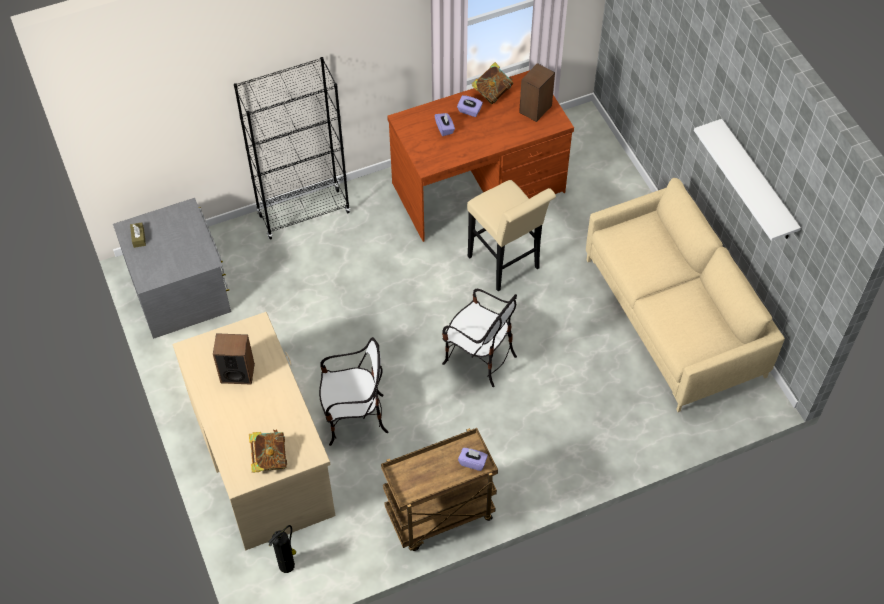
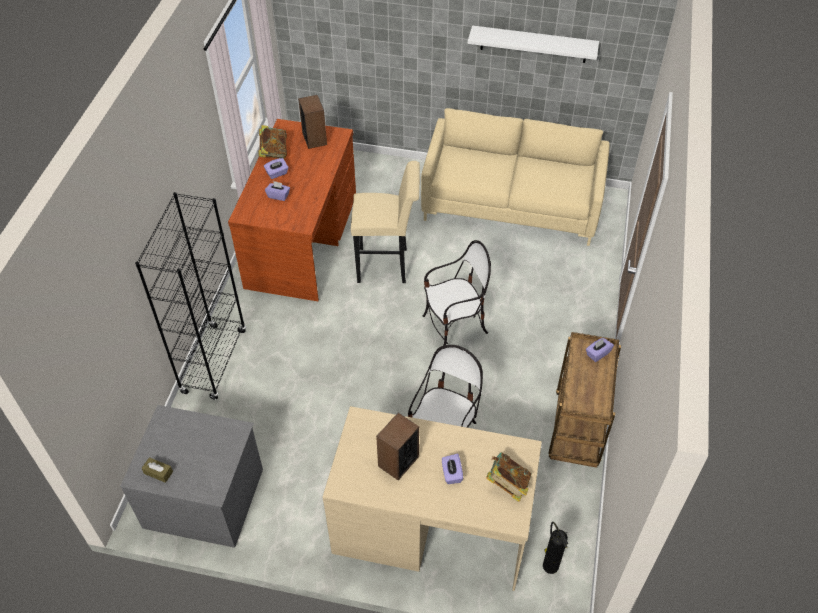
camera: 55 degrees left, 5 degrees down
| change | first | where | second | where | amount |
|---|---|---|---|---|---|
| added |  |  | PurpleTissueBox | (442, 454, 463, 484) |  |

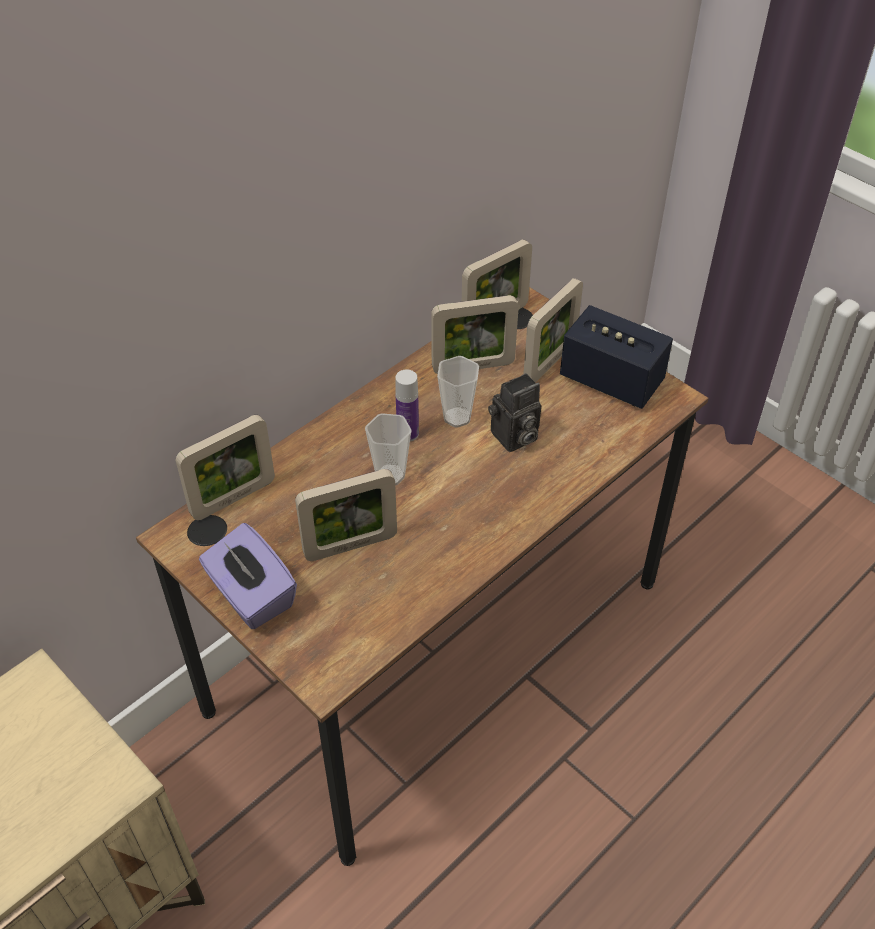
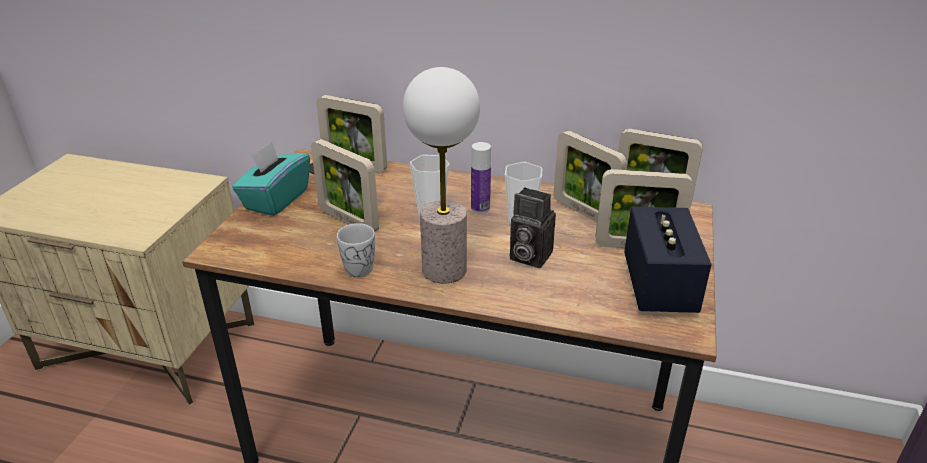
camera: 60 degrees right, 15 degrees down
| change | first | where | second | where | amount |
|---|---|---|---|---|---|
| recoloured | PurpleTissueBox | (199, 523, 297, 629) | TurquoiseTissueBox | (232, 141, 310, 216) |  |
| added |  |  | TableLamp | (403, 67, 480, 283) |  |
| added |  |  | WhiteMug | (337, 223, 375, 277) |  |

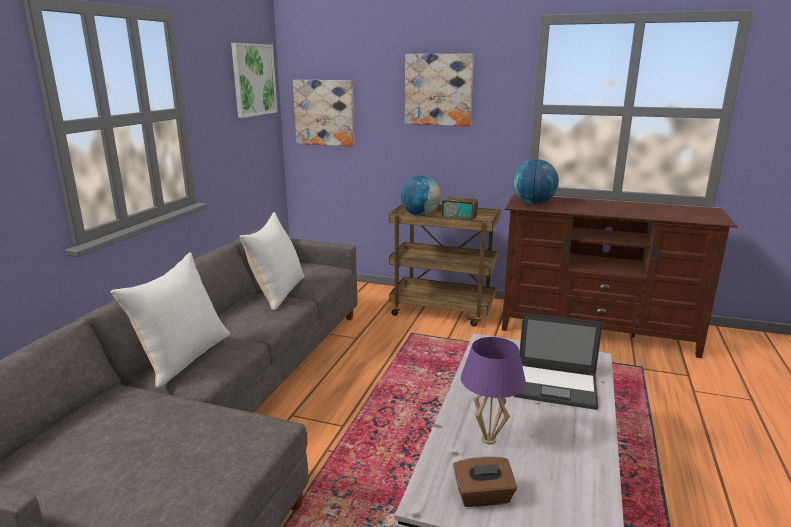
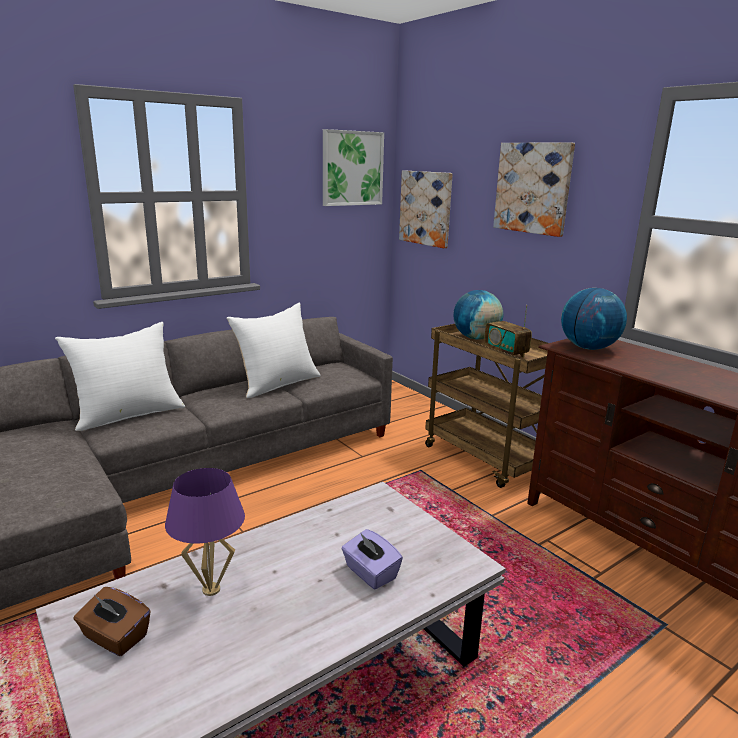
camera: 35 degrees right, 0 degrees up
| change | first | where | second | where | amount |
|---|---|---|---|---|---|
| replaced | Laptop | (514, 313, 603, 410) | PurpleTissueBox | (341, 529, 403, 590) |  |

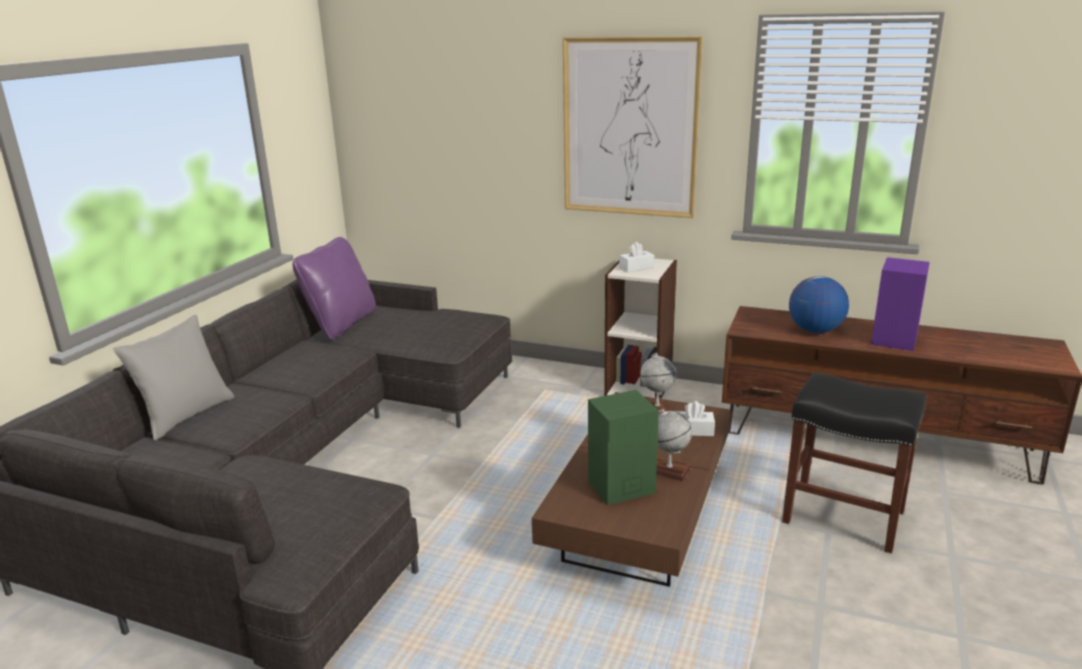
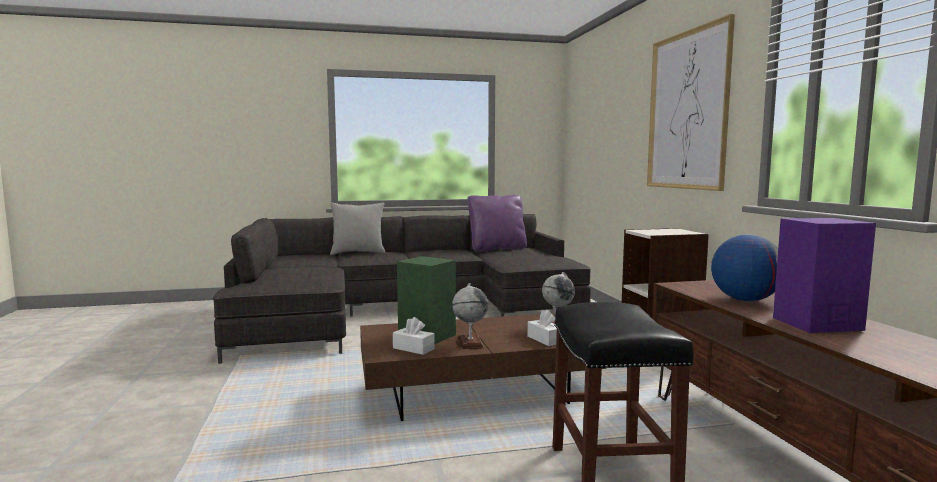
camera: 55 degrees right, 15 degrees down
| change | first | where | second | where | amount |
|---|---|---|---|---|---|
| moved | WhiteTissueBox | (619, 242, 654, 273) |  | (393, 317, 435, 355) |  |

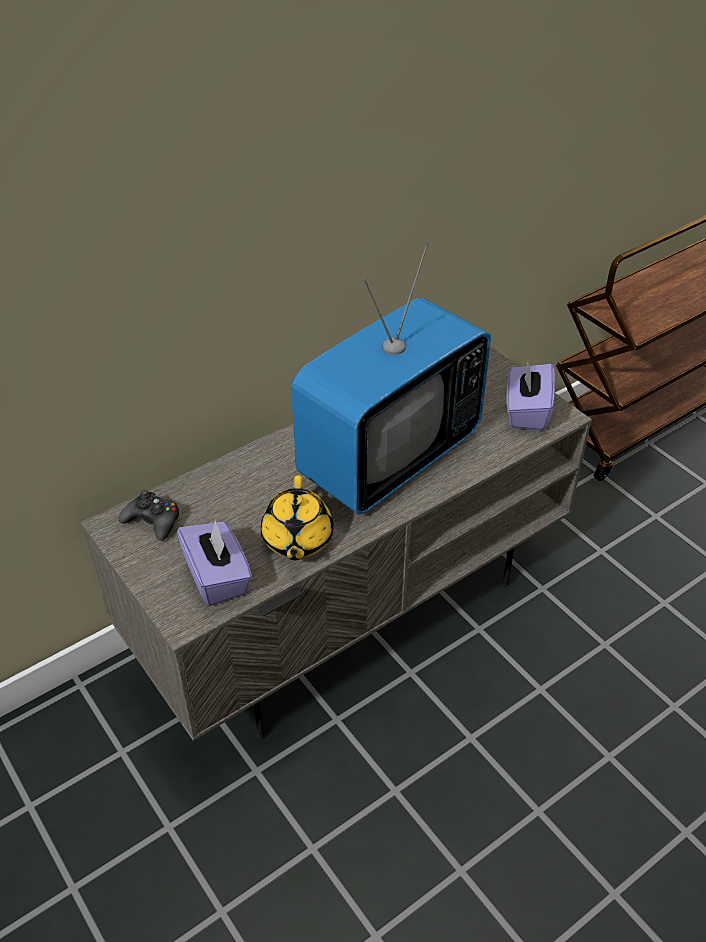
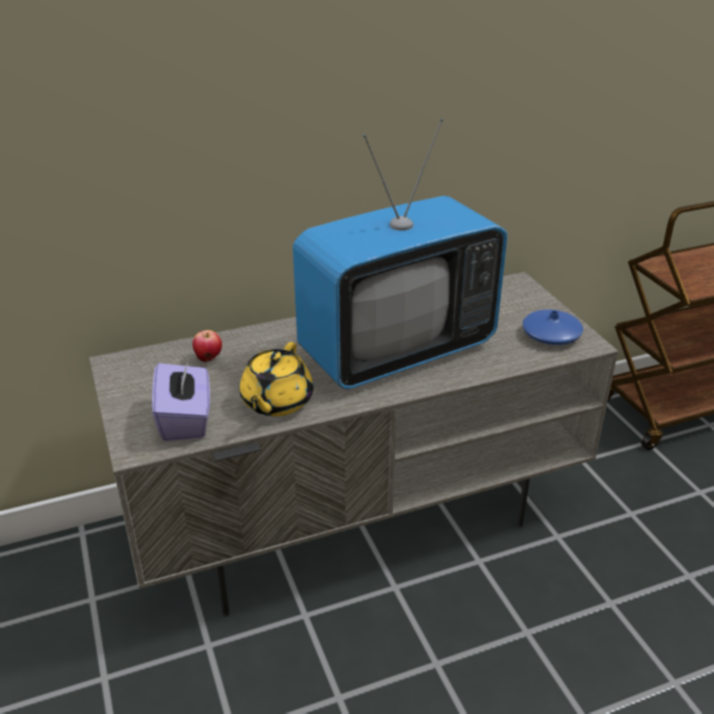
camera: 15 degrees right, 10 degrees down
| change | first | where | second | where | amount |
|---|---|---|---|---|---|
| replaced | PurpleTissueBox | (507, 361, 555, 431) | BlueVase | (522, 309, 583, 345) |  |
| removed | BlackGameController | (119, 490, 179, 541) |  |  |  |
| added |  |  | Apple | (193, 330, 222, 362) |  |

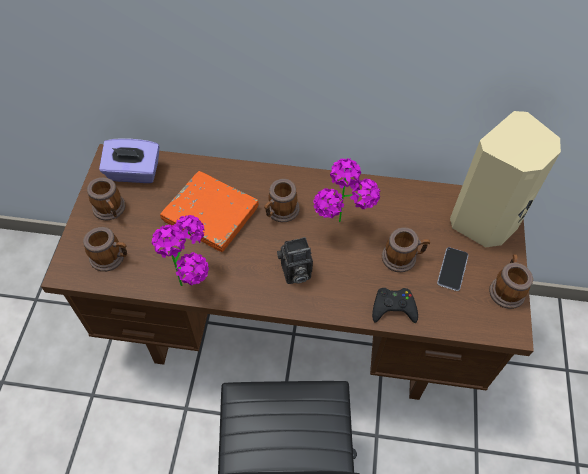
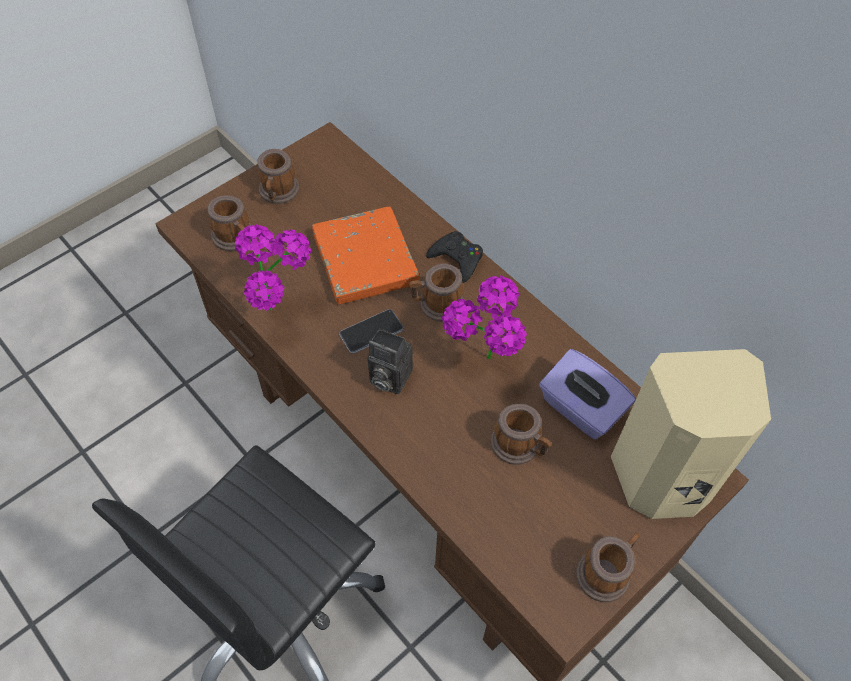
camera: 40 degrees right, 0 degrees up
| change | first | where | second | where | amount |
|---|---|---|---|---|---|
| moved | PurpleTissueBox | (99, 138, 159, 183) |  | (539, 349, 636, 440) |  |
| moved | Phone | (437, 247, 468, 291) |  | (339, 309, 404, 353) |  |
| moved | BlackGameController | (372, 288, 418, 323) |  | (426, 231, 483, 283) |  |

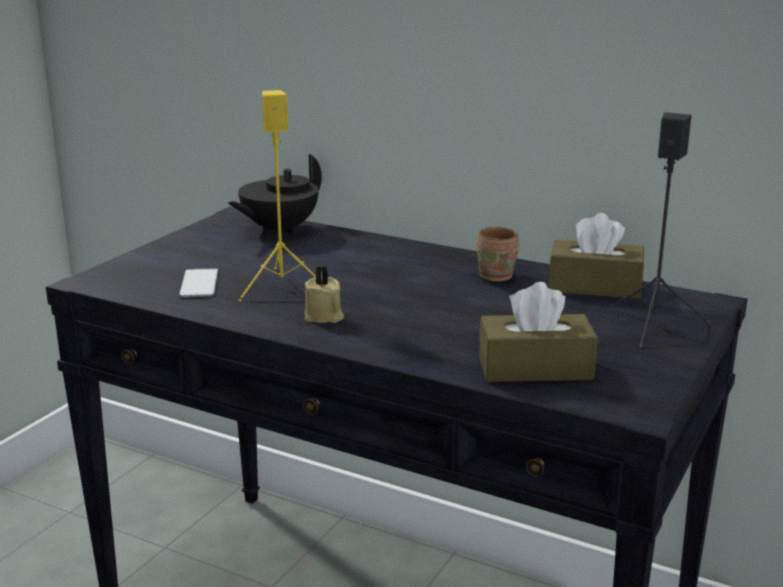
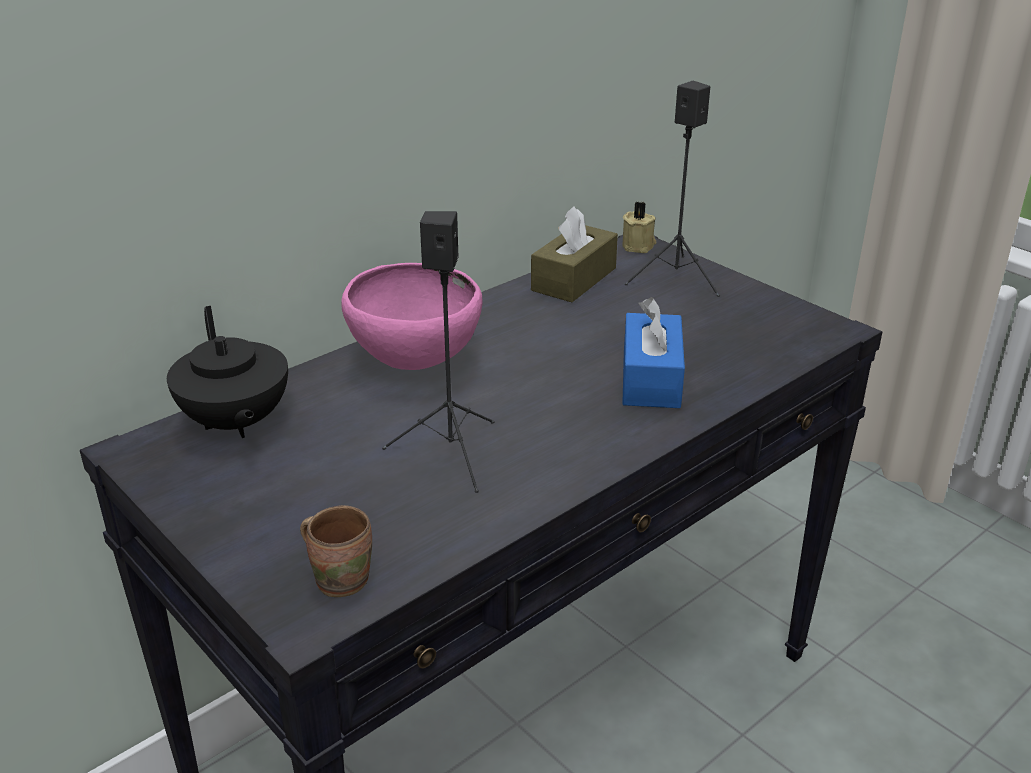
camera: 70 degrees left, 10 degrees up
| change | first | where | second | where | amount |
|---|---|---|---|---|---|
| recoloured | YellowSpeaker | (238, 90, 316, 301) | BlackSpeaker | (382, 211, 494, 493) |  |
| moved | BrownMug | (476, 227, 519, 282) |  | (300, 505, 372, 597) |  |
| moved | BeigeCandle | (304, 266, 344, 323) |  | (622, 202, 656, 253) |  |
| removed | Phone | (179, 268, 218, 297) |  |  |  |
| removed | BrownTissueBox | (479, 282, 598, 382) |  |  |  |
| added |  |  | PinkBowl | (341, 263, 483, 370) |  |
| added |  |  | BlueTissueBox | (622, 297, 685, 408) |  |

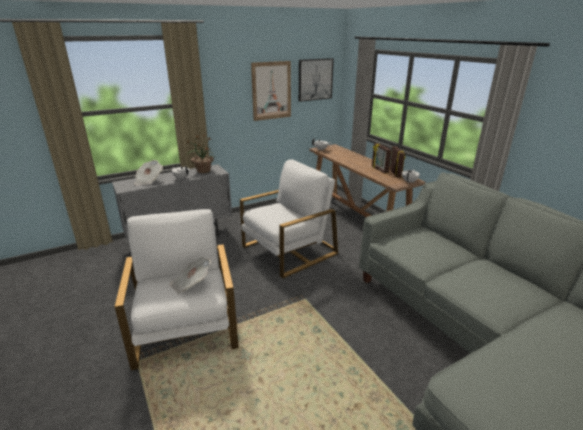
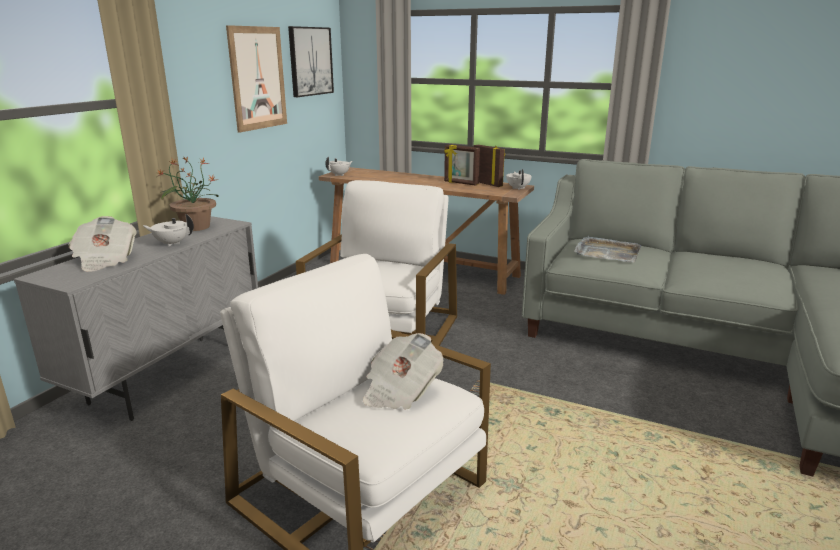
camera: 35 degrees left, 5 degrees down
| change | first | where | second | where | amount |
|---|---|---|---|---|---|
| added |  |  | GreyTray | (574, 236, 641, 263) |  |

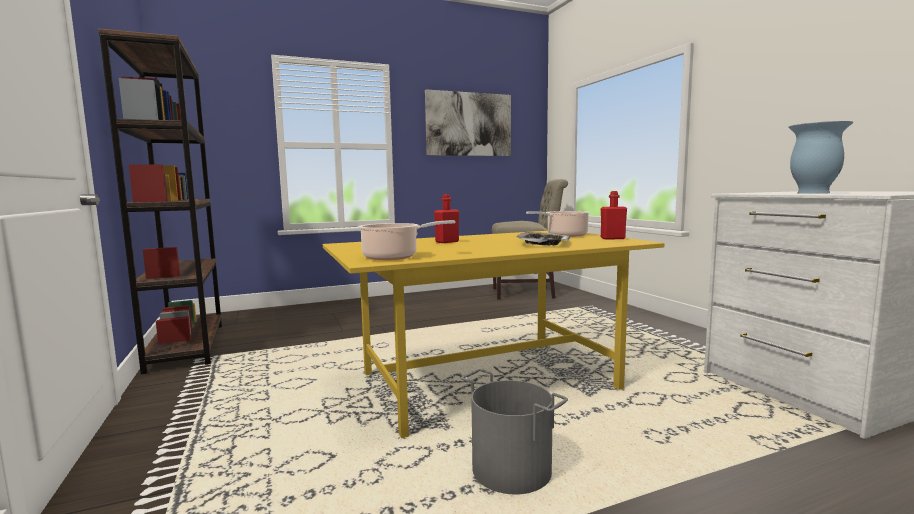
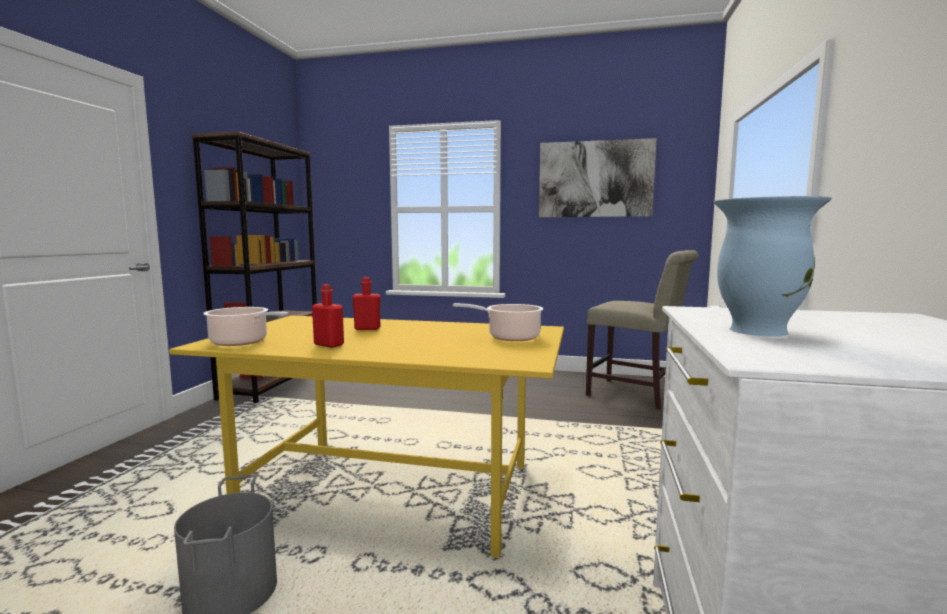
camera: 35 degrees right, 0 degrees up
| change | first | where | second | where | amount |
|---|---|---|---|---|---|
| moved | RedBottle | (601, 191, 627, 240) |  | (312, 284, 344, 348) |  |
| removed | Tray | (517, 232, 570, 245) |  |  |  |

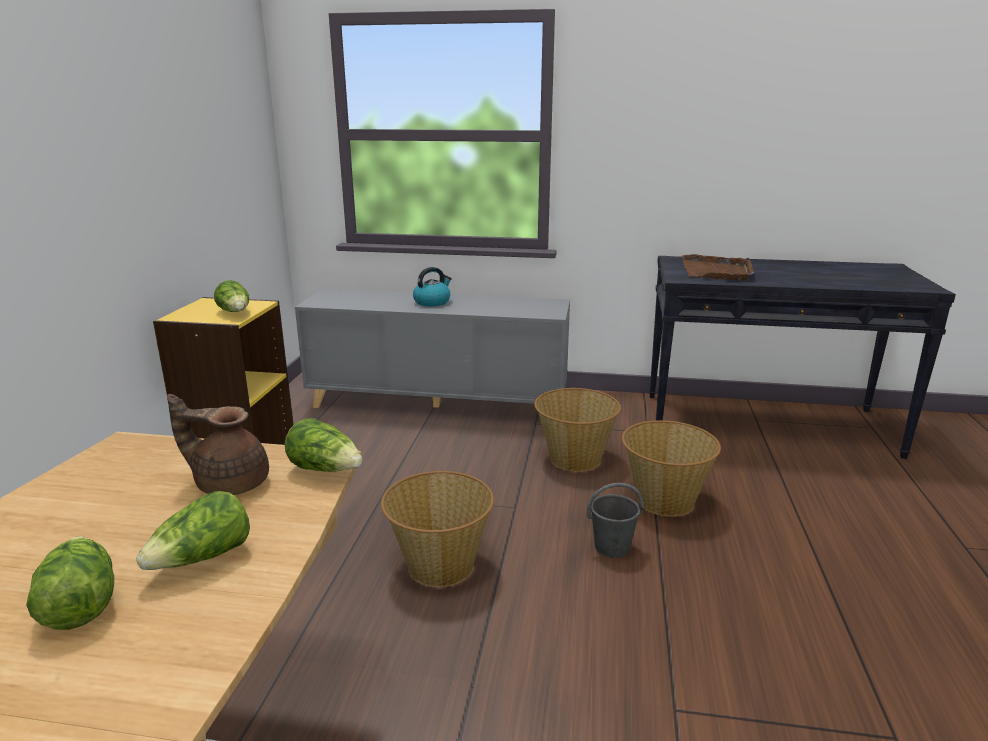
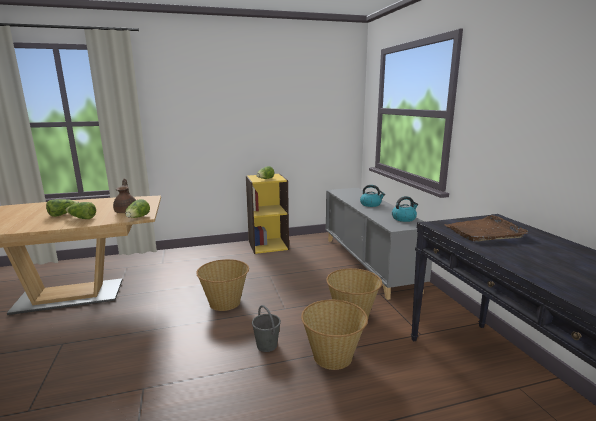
camera: 65 degrees right, 5 degrees down
| change | first | where | second | where | amount |
|---|---|---|---|---|---|
| added |  |  | Kettle | (392, 196, 418, 222) |  |

